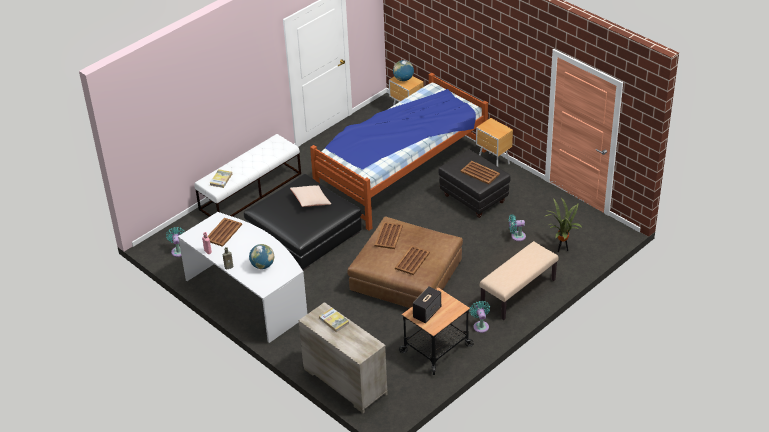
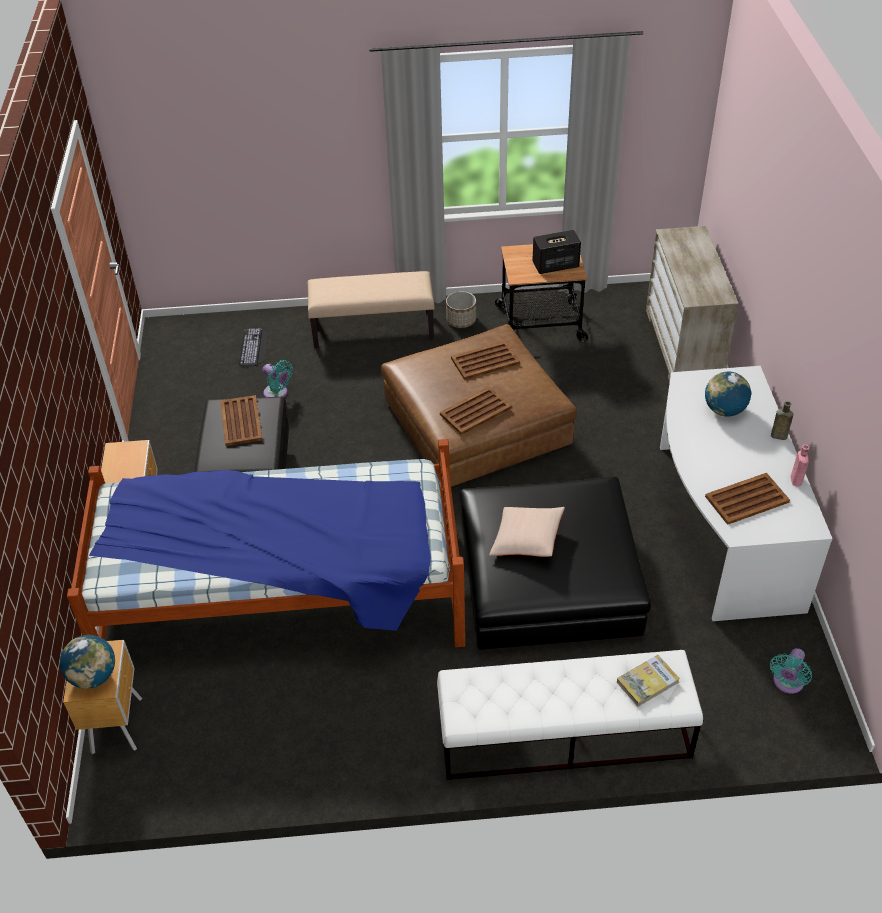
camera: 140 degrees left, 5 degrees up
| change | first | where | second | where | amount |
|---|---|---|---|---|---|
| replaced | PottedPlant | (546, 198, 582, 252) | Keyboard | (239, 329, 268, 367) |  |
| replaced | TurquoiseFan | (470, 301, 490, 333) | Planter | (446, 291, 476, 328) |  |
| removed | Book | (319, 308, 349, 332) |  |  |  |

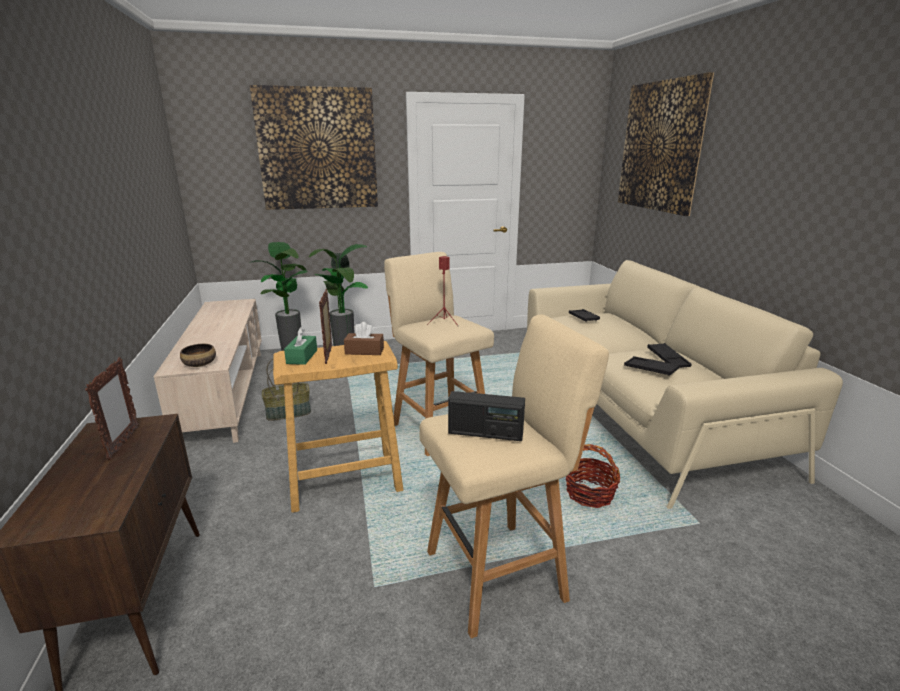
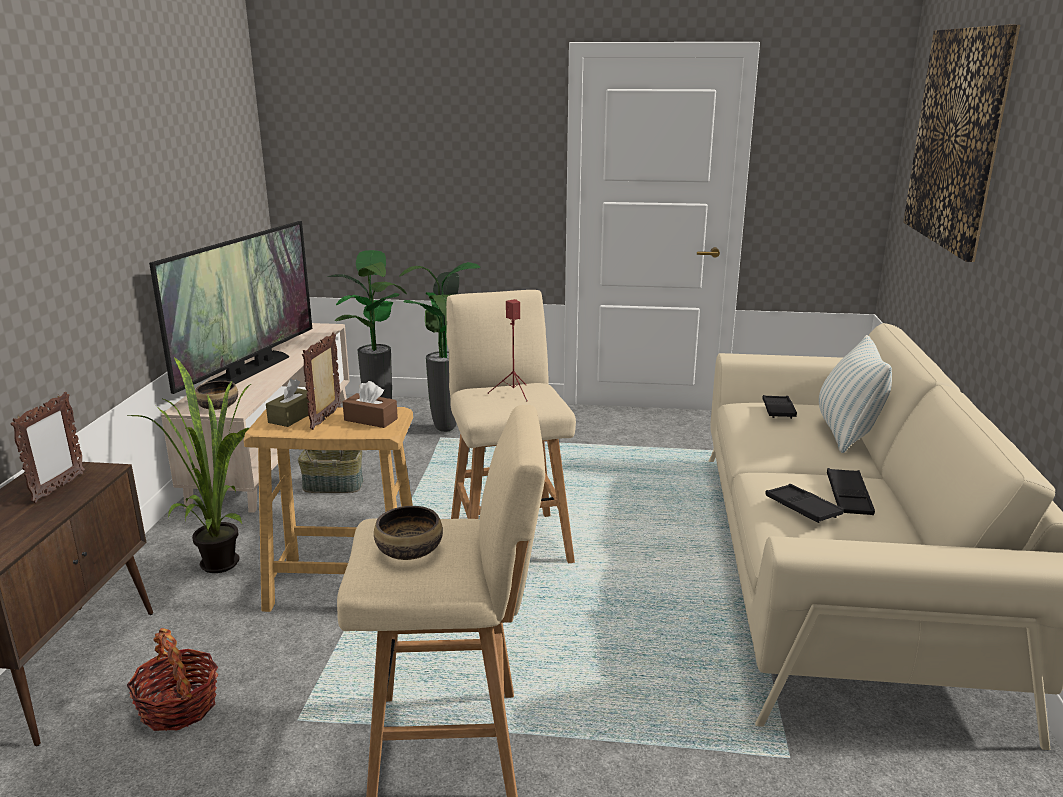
camera: 20 degrees right, 0 degrees up
| change | first | where | second | where | amount |
|---|---|---|---|---|---|
| removed | Picture | (250, 85, 378, 210) |  |  |  |
| recoloured | GreenTissueBox | (284, 327, 317, 365) | BrownTissueBox | (266, 379, 312, 427) |  |
| replaced | Radio | (448, 391, 525, 441) | Bowl | (374, 506, 443, 560) |  |
| moved | Basket | (566, 444, 620, 508) |  | (127, 628, 218, 731) |  |
| added |  |  | Television | (149, 221, 312, 394) |  |
| added |  |  | Pillow | (819, 335, 892, 453) |  |
| added |  |  | PottedPlant | (129, 357, 251, 573) |  |

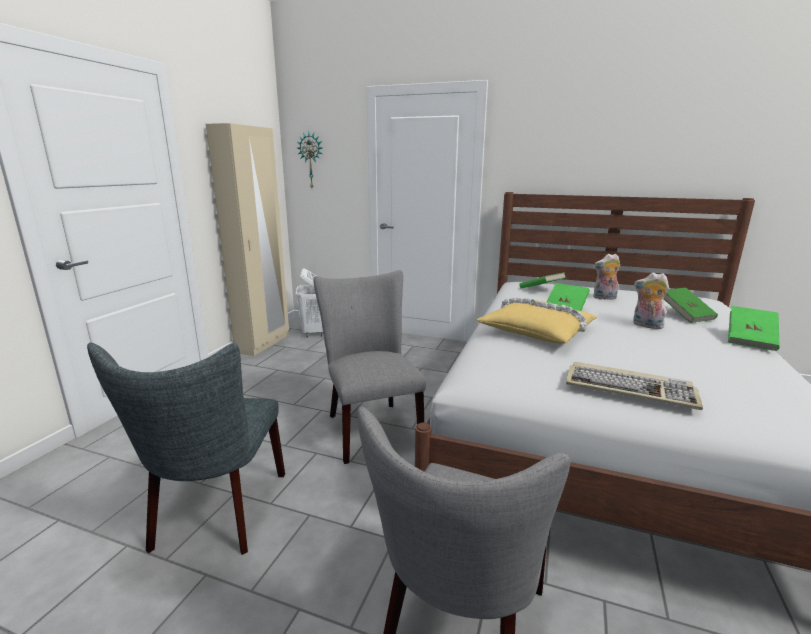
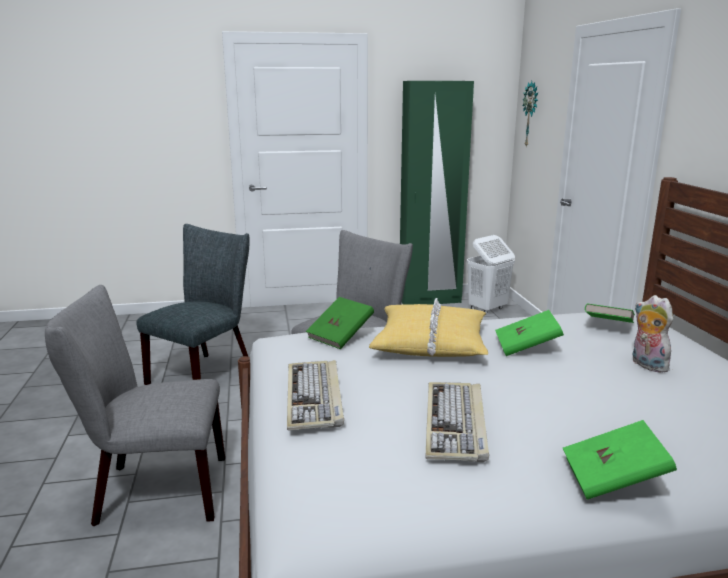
camera: 60 degrees right, 0 degrees up
| change | first | where | second | where | amount |
|---|---|---|---|---|---|
| recoloured | BeigeWardrobe | (206, 123, 289, 356) | GreenWardrobe | (400, 81, 474, 305) |  |
| removed | PlushToy | (633, 273, 669, 329) |  |  |  |
| moved | GreenBook | (664, 288, 718, 323) |  | (306, 297, 374, 349) |  |
| turned | GreyChair | (87, 343, 285, 555) |  | (136, 224, 250, 385) | 150 degrees clockwise |
| added |  |  | Keyboard | (425, 382, 489, 462) |  |

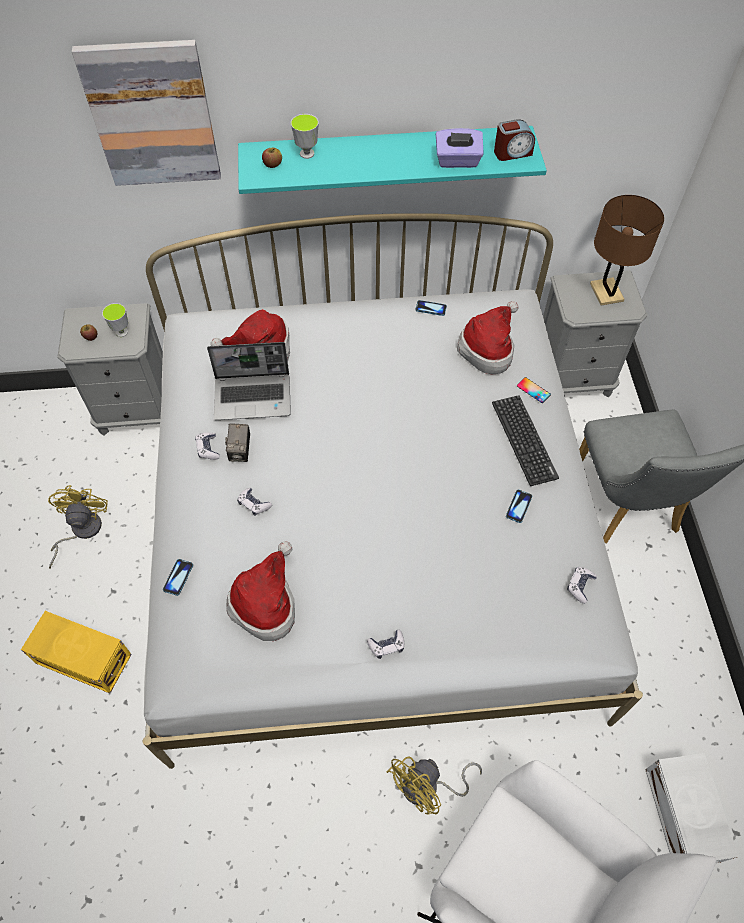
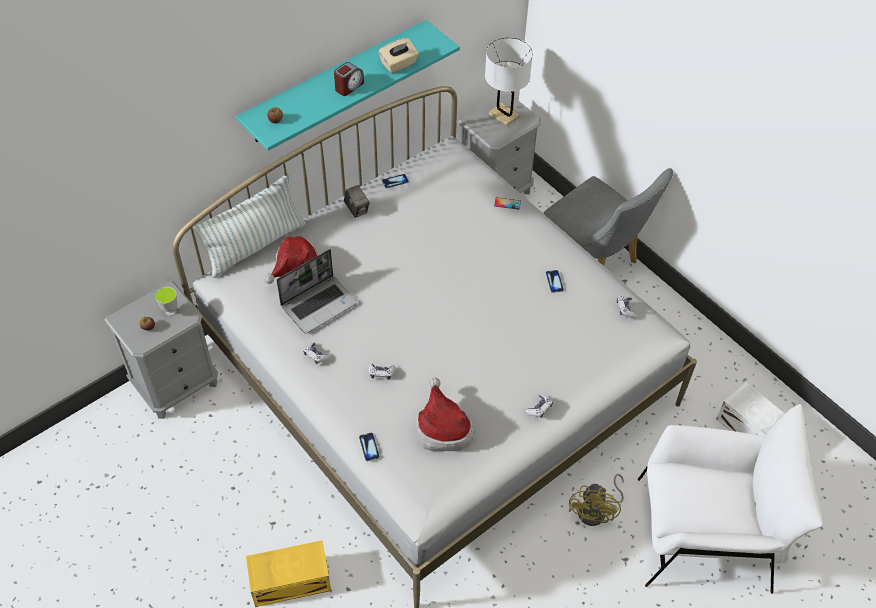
camera: 35 degrees left, 5 degrees down
| change | first | where | second | where | amount |
|---|---|---|---|---|---|
| removed | Picture | (72, 40, 221, 186) |  |  |  |
| removed | Cup | (291, 114, 319, 159) |  |  |  |
| moved | AlarmClock | (494, 119, 535, 161) |  | (334, 62, 364, 96) |  |
| recoloured | PurpleTissueBox | (436, 128, 484, 168) | BeigeTissueBox | (378, 38, 419, 73) |  |
| recoloured | BrownTableLamp | (590, 195, 664, 305) | WhiteTableLamp | (485, 38, 533, 126) |  |
| removed | Hat | (457, 301, 519, 374) |  |  |  |
| removed | Keyboard | (492, 395, 559, 486) |  |  |  |
| moved | PhotoCamera | (225, 423, 250, 462) |  | (344, 185, 370, 218) |  |
| removed | YellowFan | (48, 485, 108, 568) |  |  |  |
| added |  |  | Pillow | (193, 174, 306, 278) |  |

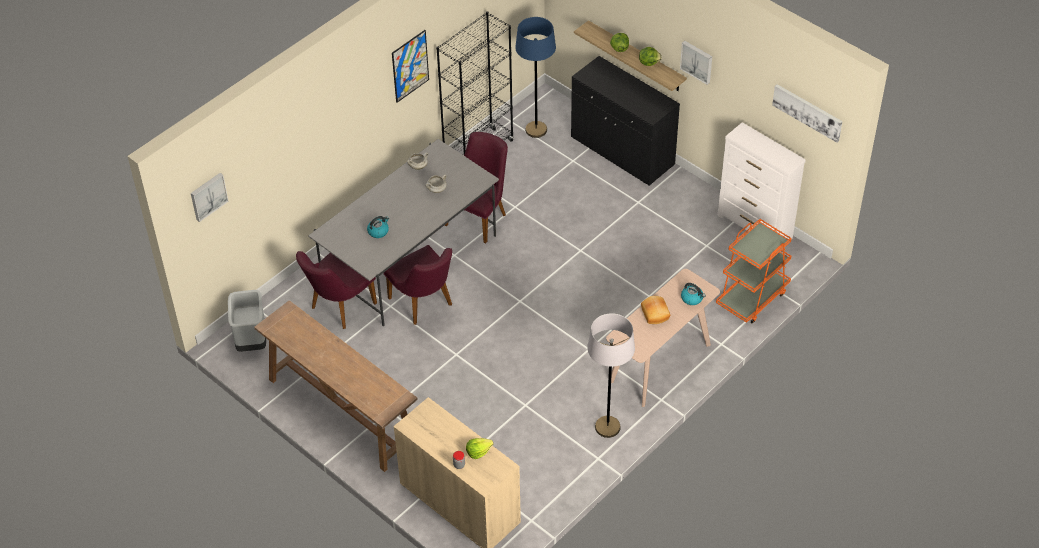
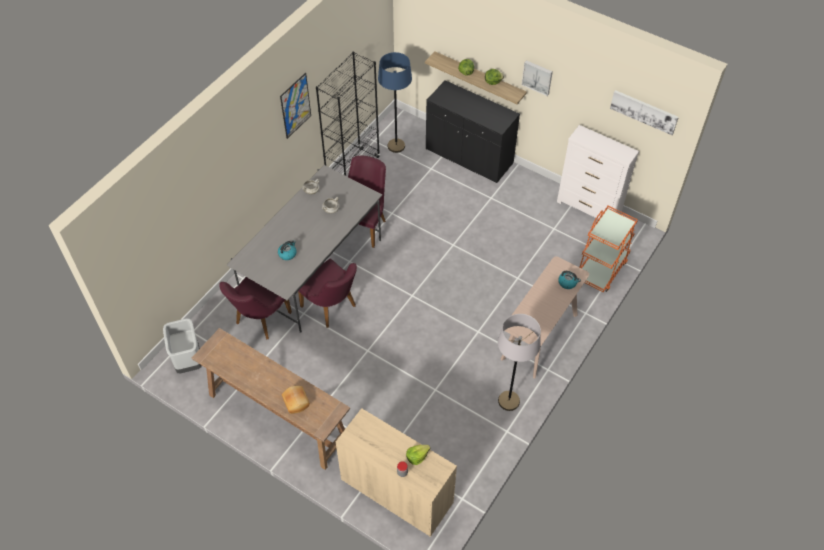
camera: 10 degrees left, 5 degrees up
| change | first | where | second | where | amount |
|---|---|---|---|---|---|
| removed | Picture | (191, 173, 229, 222) |  |  |  |
| moved | Bread | (641, 296, 670, 324) |  | (282, 386, 310, 414) |  |

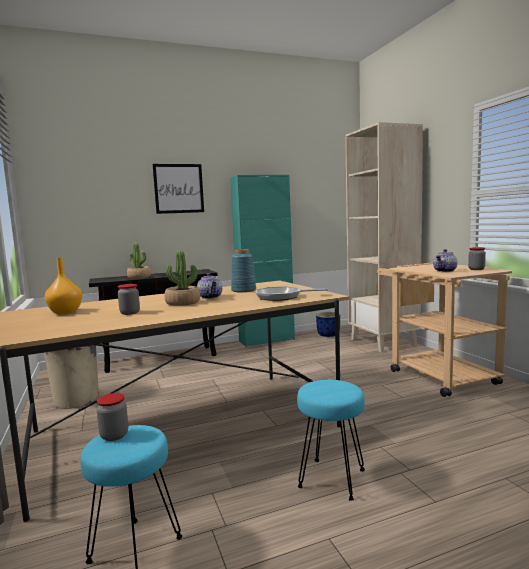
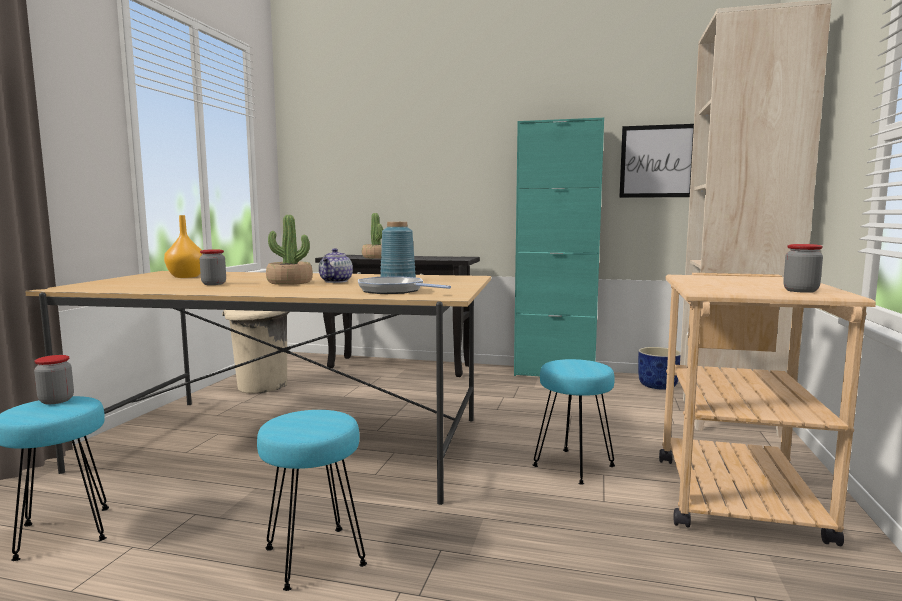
camera: 35 degrees right, 0 degrees up
| change | first | where | second | where | amount |
|---|---|---|---|---|---|
| moved | Picture | (153, 164, 204, 214) |  | (619, 124, 694, 198) |  |
| removed | Teapot | (433, 249, 458, 272) |  |  |  |
| added |  |  | TurquoiseStool | (533, 359, 615, 484) |  |

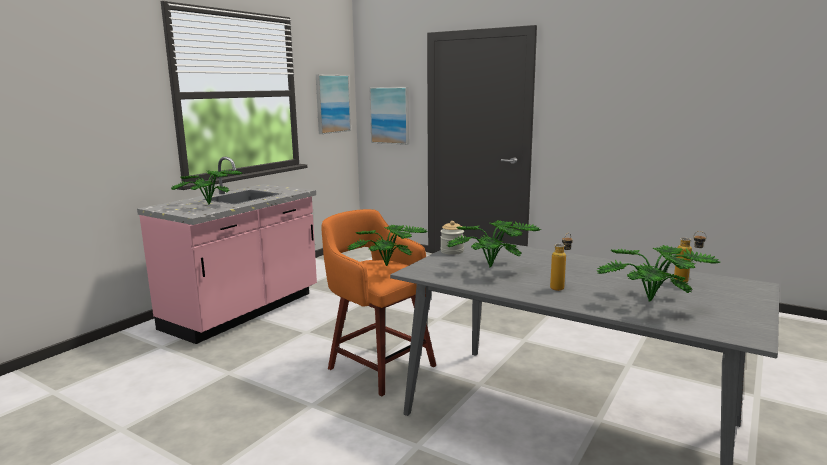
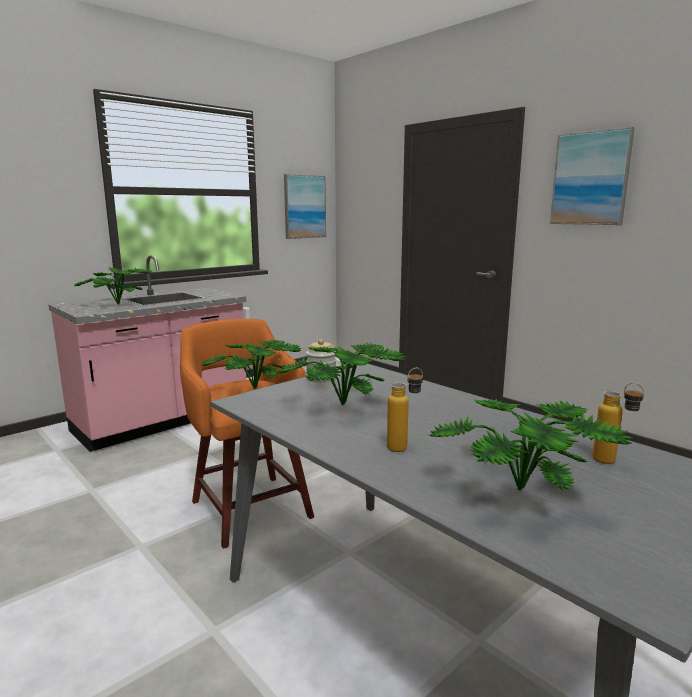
camera: 15 degrees right, 0 degrees up
| change | first | where | second | where | amount |
|---|---|---|---|---|---|
| moved | Picture | (369, 87, 409, 145) |  | (550, 127, 635, 225) |  |

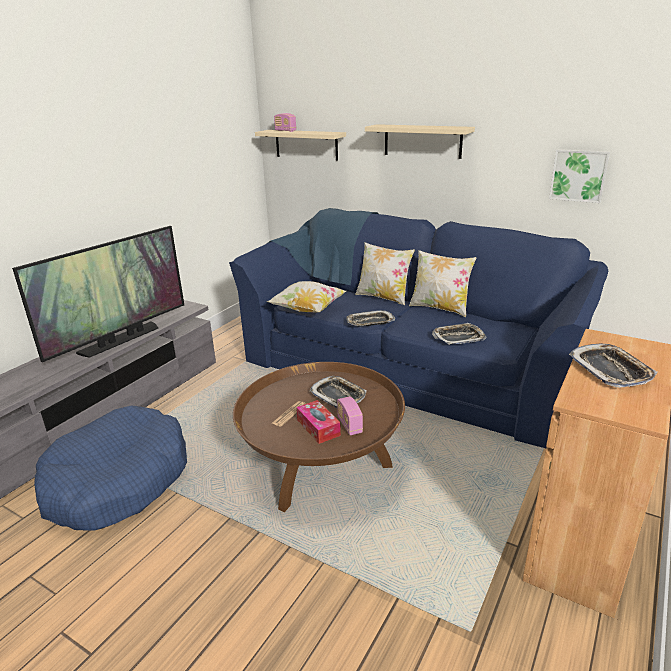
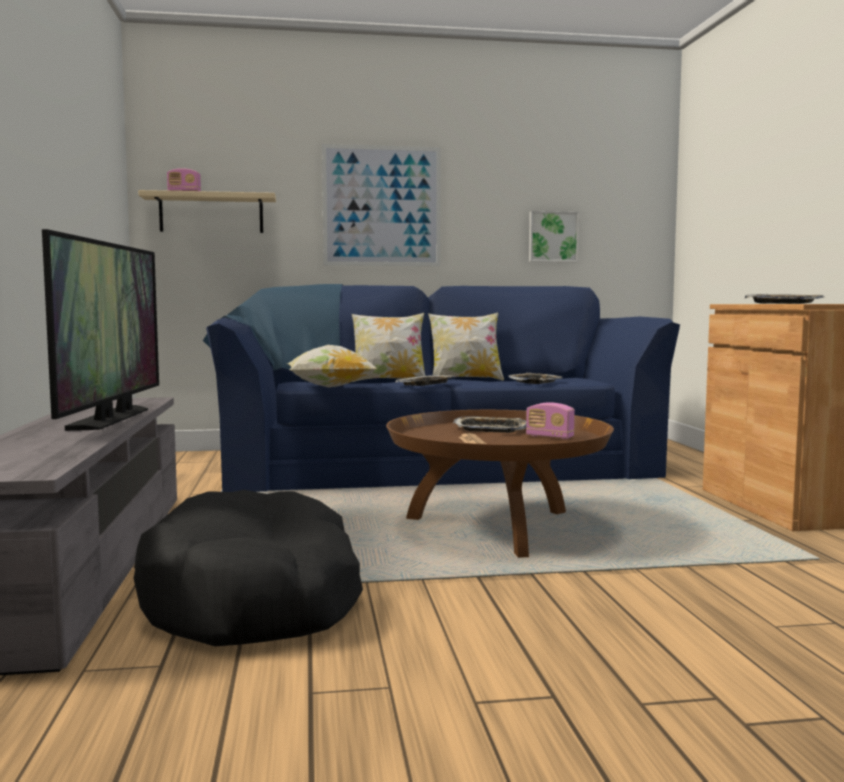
camera: 40 degrees left, 20 degrees down
| change | first | where | second | where | amount |
|---|---|---|---|---|---|
| replaced | BeigeShelf | (365, 124, 475, 159) | Picture | (322, 144, 440, 266) |  |
| removed | TissueBox | (296, 400, 341, 444) |  |  |  |
| recoloured | BlueDogBed | (34, 405, 187, 531) | BlackDogBed | (134, 490, 363, 646) |  |

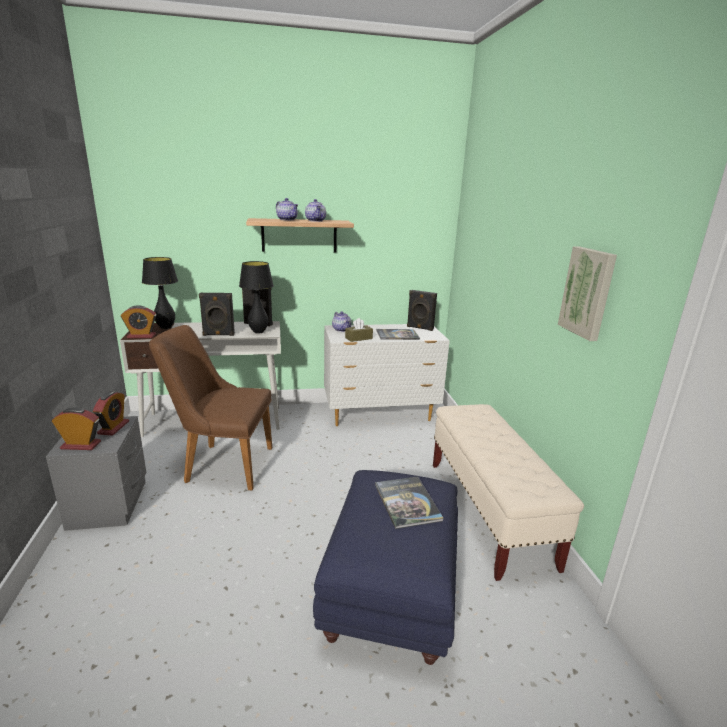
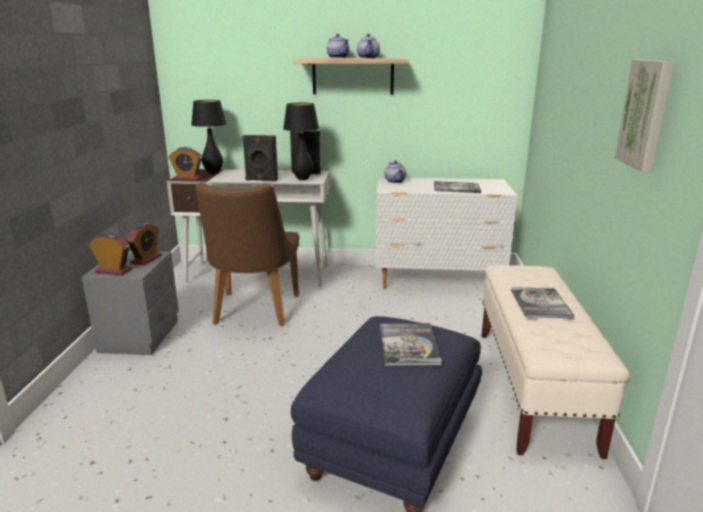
camera: 15 degrees right, 0 degrees up
| change | first | where | second | where | amount |
|---|---|---|---|---|---|
| removed | BlackSpeaker | (407, 290, 437, 331) |  |  |  |
| removed | BrownTissueBox | (345, 318, 373, 342) |  |  |  |
| turned | BrownChair | (149, 325, 272, 490) |  | (195, 183, 300, 327) | 105 degrees counterclockwise |
| added |  |  | Book | (511, 287, 575, 318) |  |

